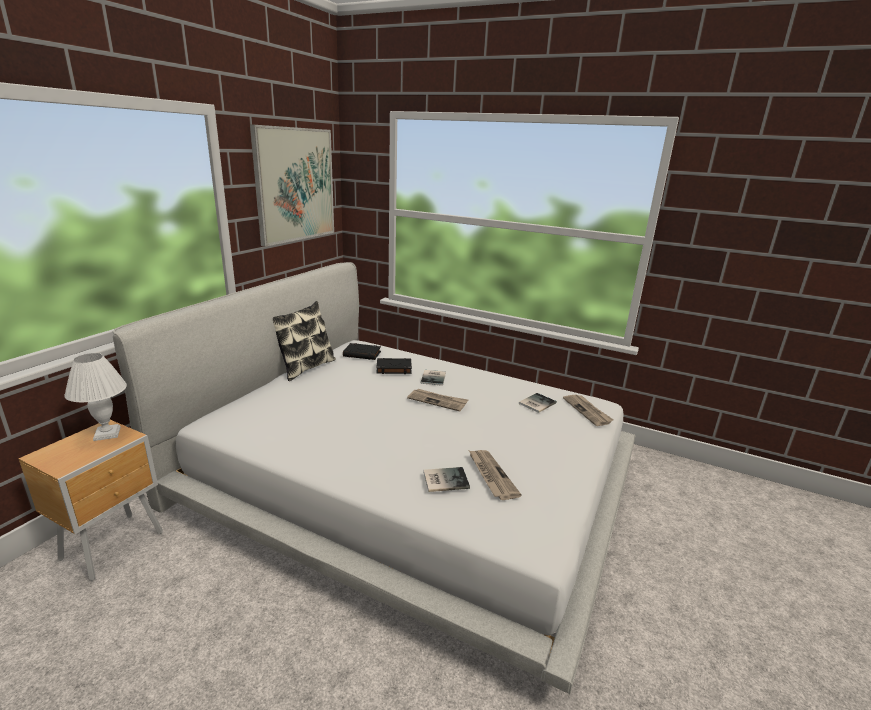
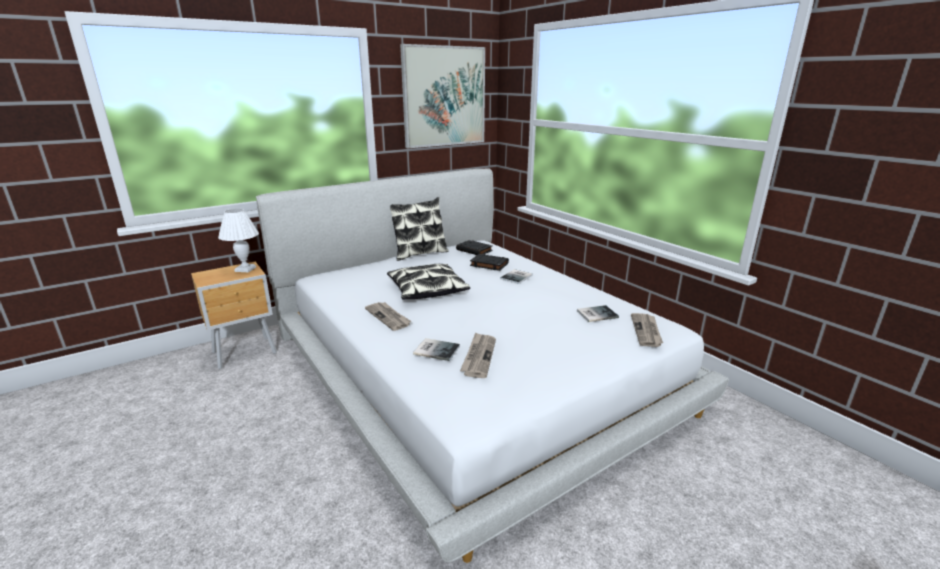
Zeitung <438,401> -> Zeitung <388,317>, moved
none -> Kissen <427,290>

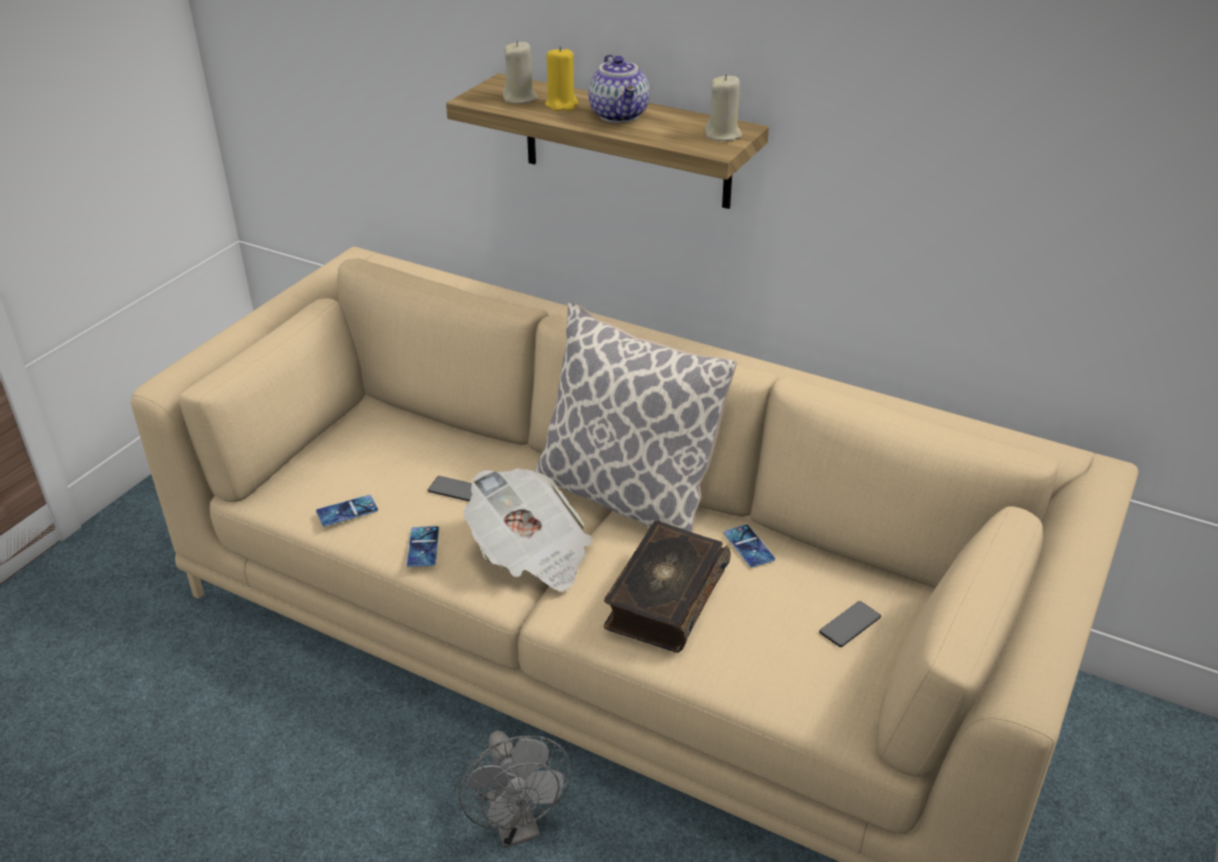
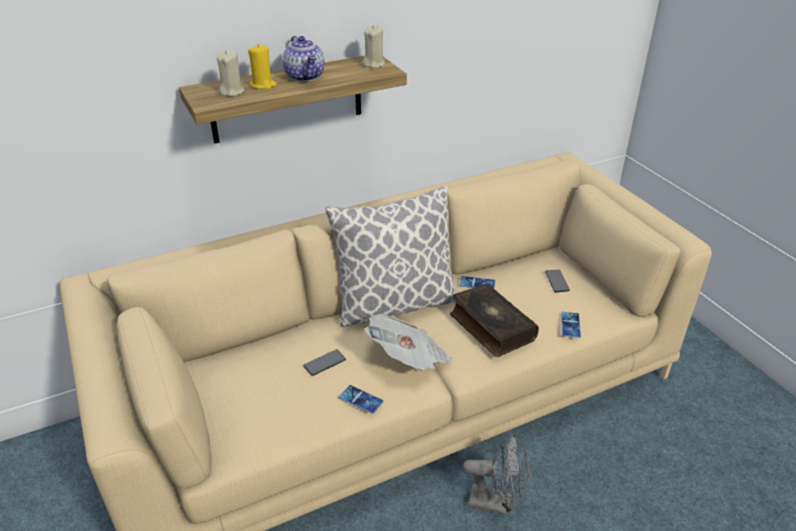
Teekanne <620,115> -> Teekanne <306,77>, 45 degrees clockwise
Handy <347,511> -> Handy <570,325>, moved

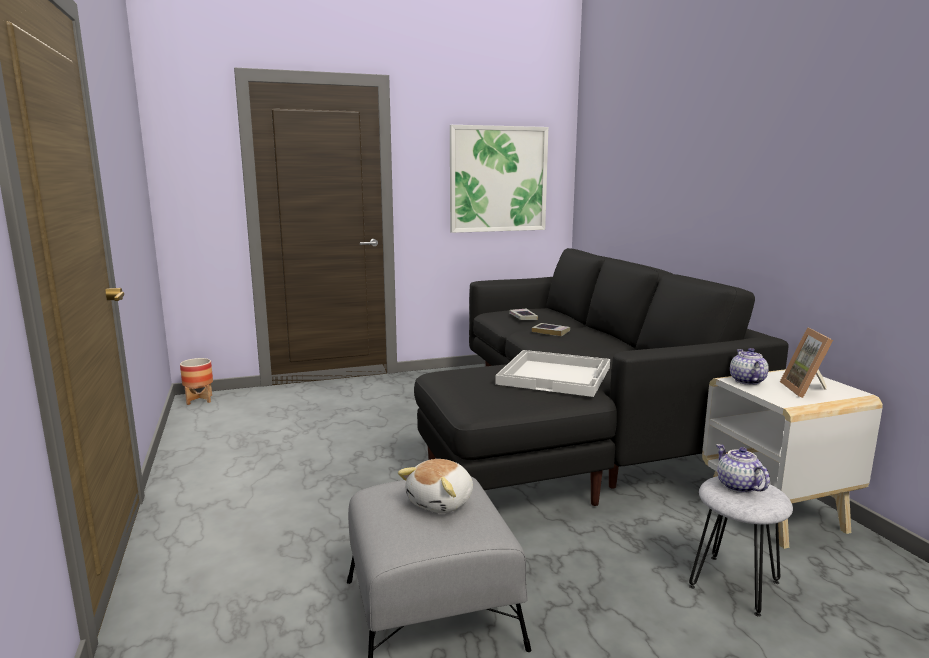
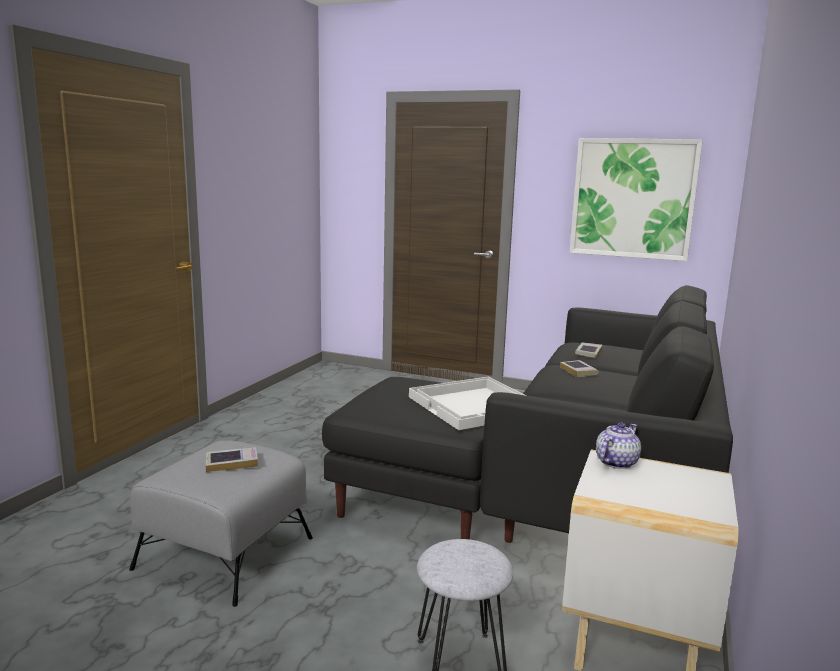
Plüschtier <442,502> -> Buch <232,463>
Pflanzkübel <199,400> -> none
Teekanne <737,486> -> none
Bilderrahmen <807,390> -> none

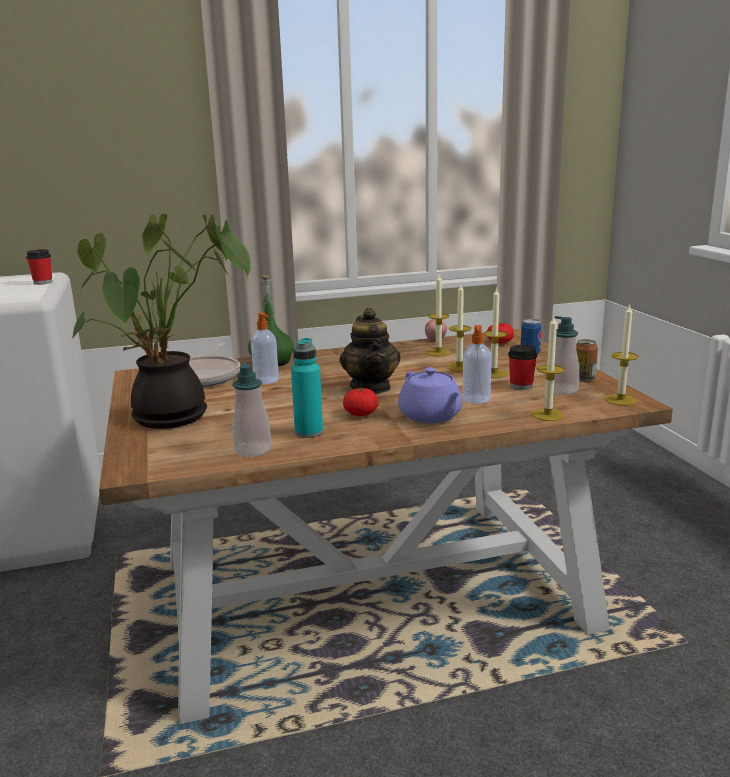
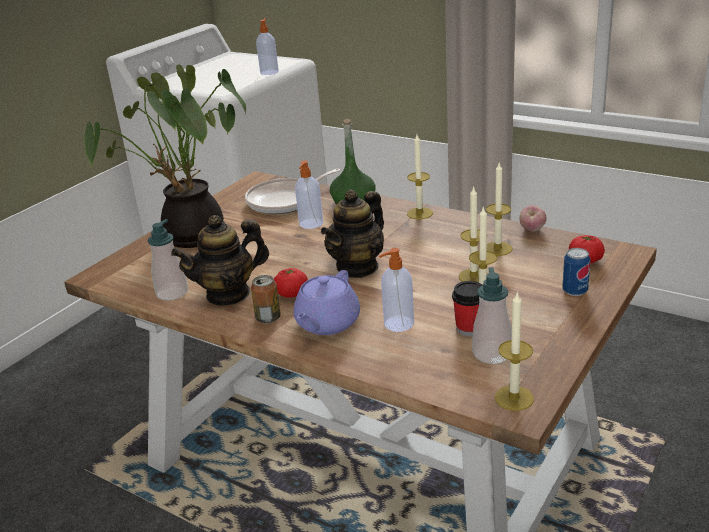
Flasche [türkis] <309,432> -> Teekanne <228,294>
Dose <584,378> -> Dose <268,318>, moved
Tasse <43,282> -> Seifenspender <269,72>
Kerze <548,415> -> Kerze <420,213>, moved

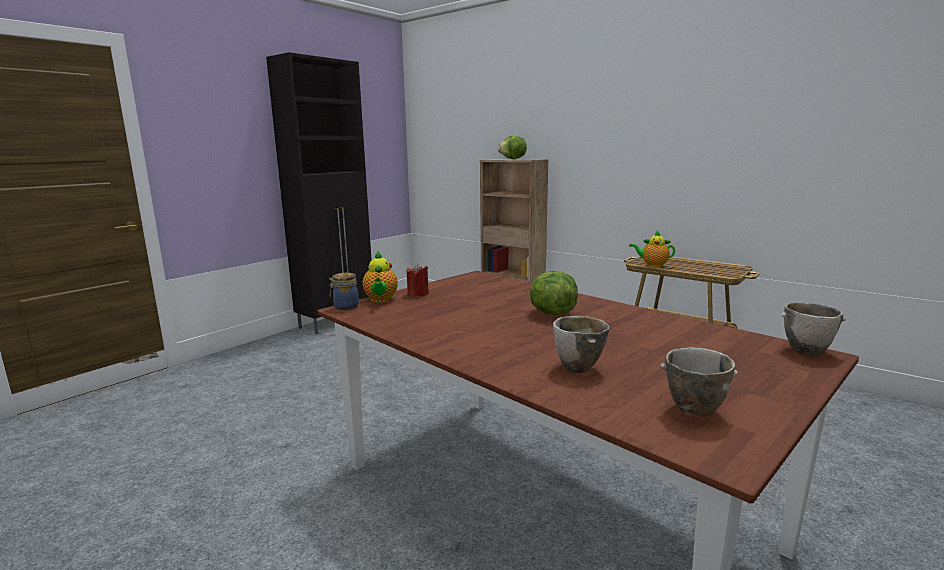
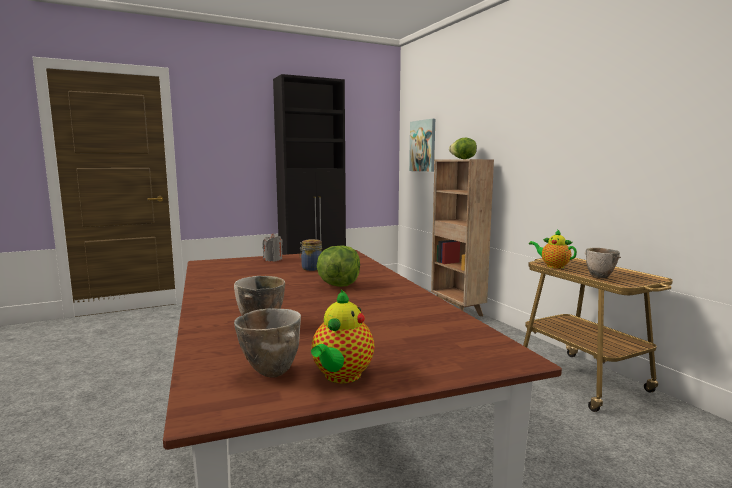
Kerze [rot] <418,294> -> Kerze [grau] <273,260>
Vorratsglas <345,307> -> Vorratsglas <311,268>, moved
Teekanne <381,300> -> Teekanne <341,376>, moved
none -> Bild <423,146>
Schüssel <808,351> -> Schüssel <601,277>, moved

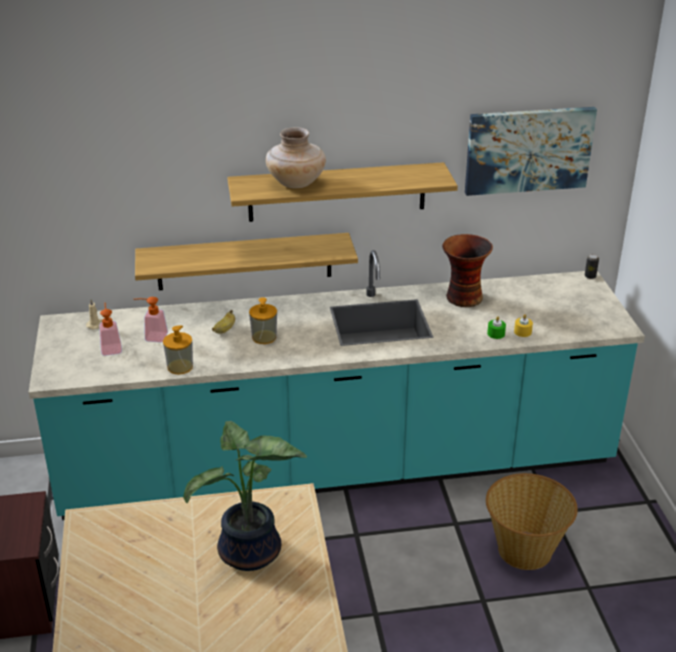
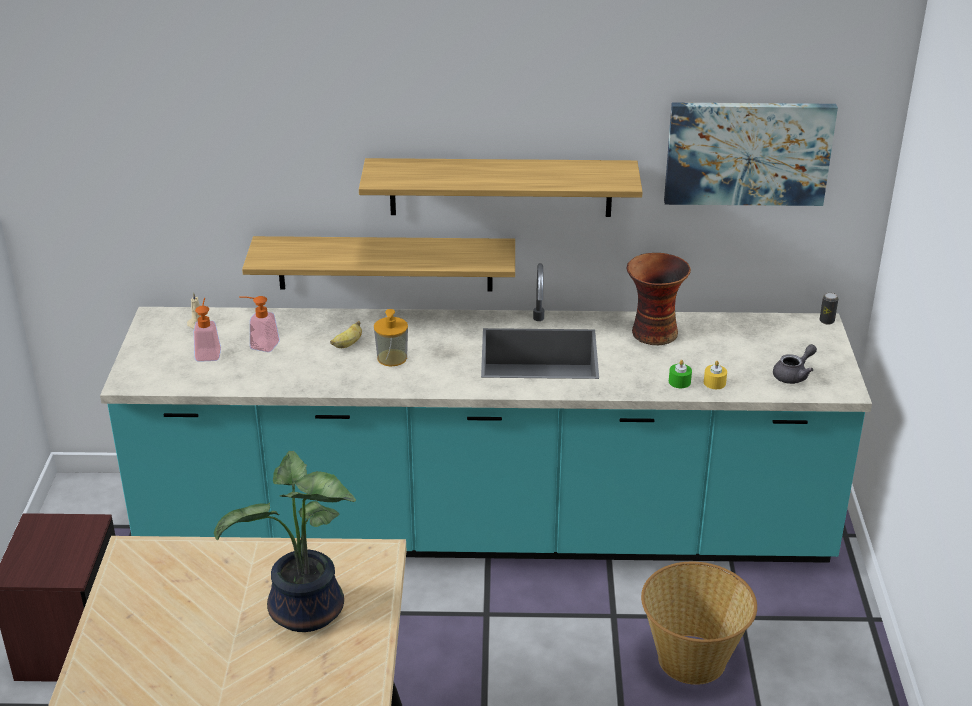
none -> Teekanne [grau] <793,375>
Seifenspender <180,367> -> none
Vase [beige] <296,183> -> none

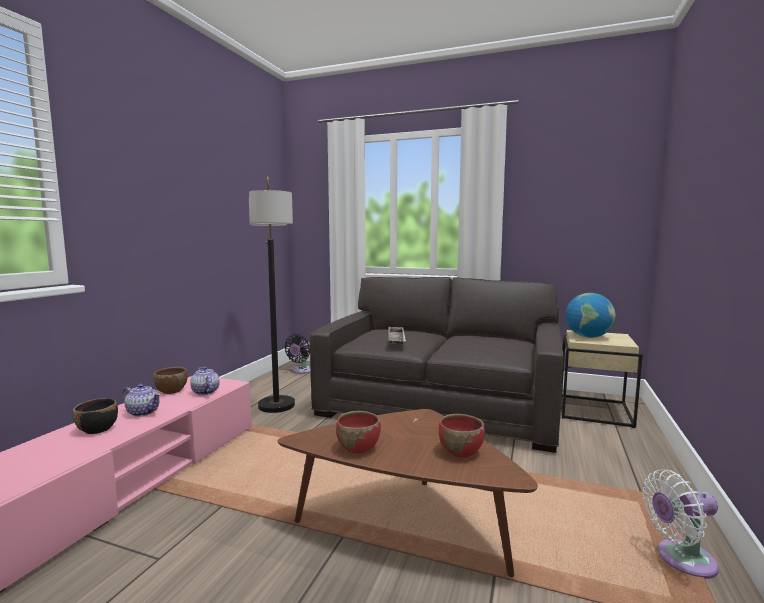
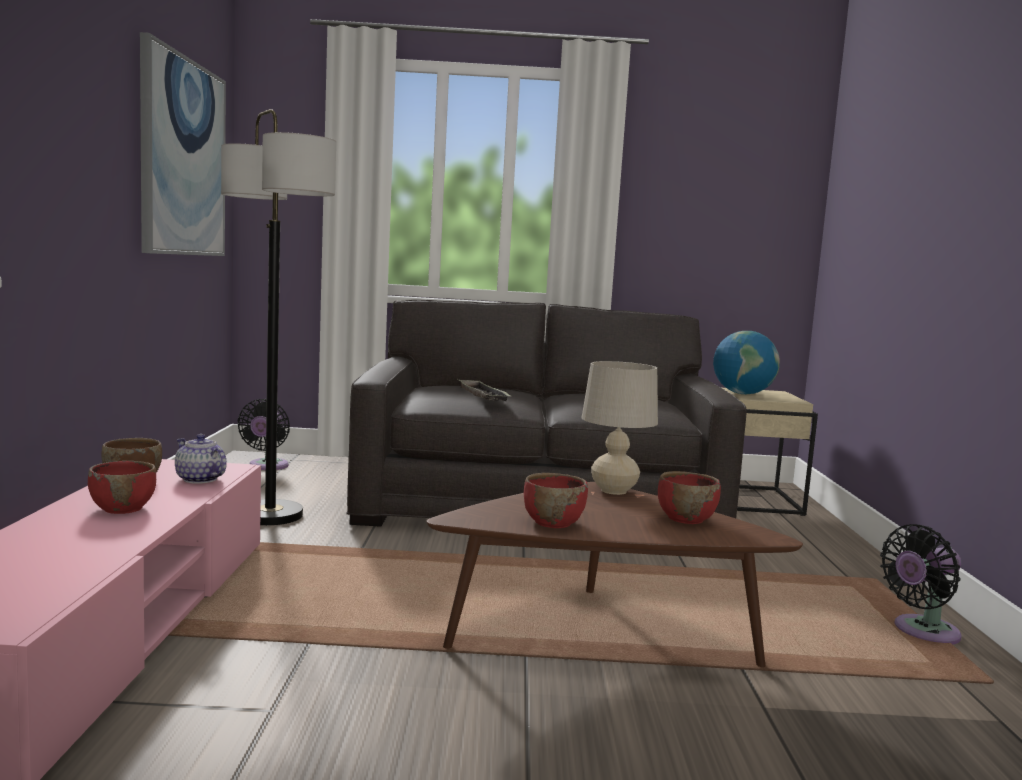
Teekanne <143,412> -> Schüssel [rot] <123,508>
none -> Bild <183,158>
none -> Tischlampe [beige] <614,491>
Ventilator [weiß] <680,560> -> Ventilator [schwarz] <921,632>
Schüssel [schwarz] <98,429> -> none

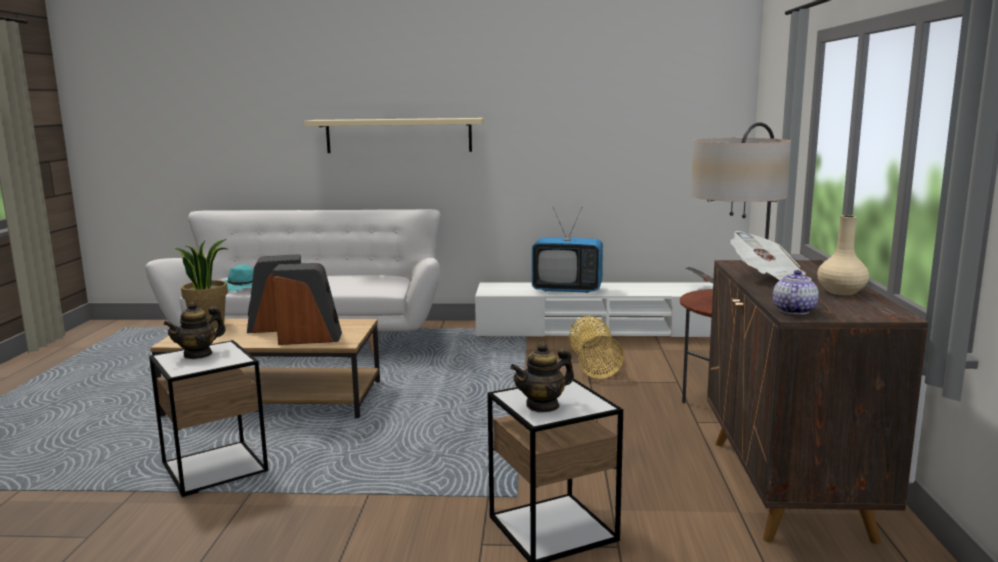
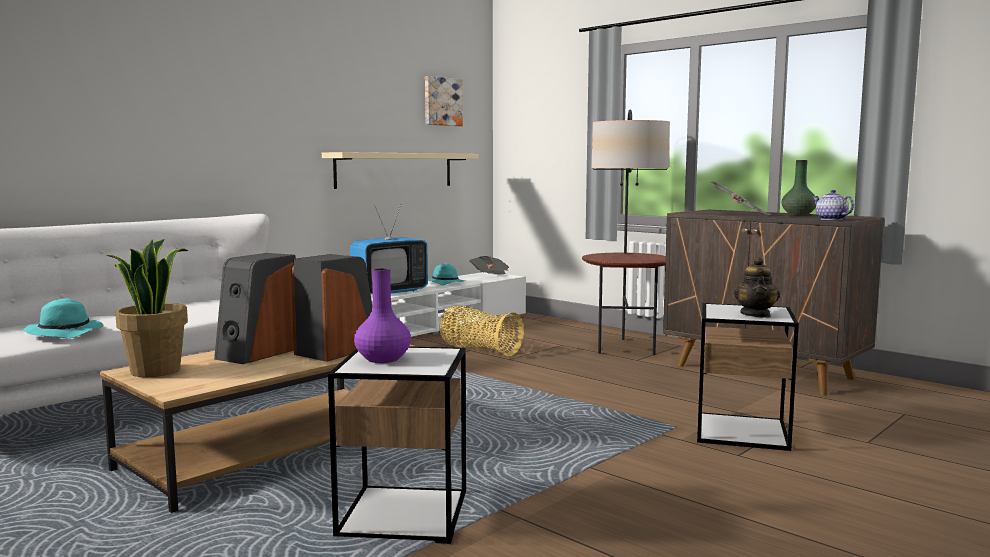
Wandregal [beige] <398,135> -> Wandregal [beige] <395,170>, moved
Teekanne <198,354> -> Vase [lila] <383,359>
none -> Bild <442,101>
none -> Hut [türkis] <444,284>
Vase [beige] <841,292> -> Vase [grün] <798,214>

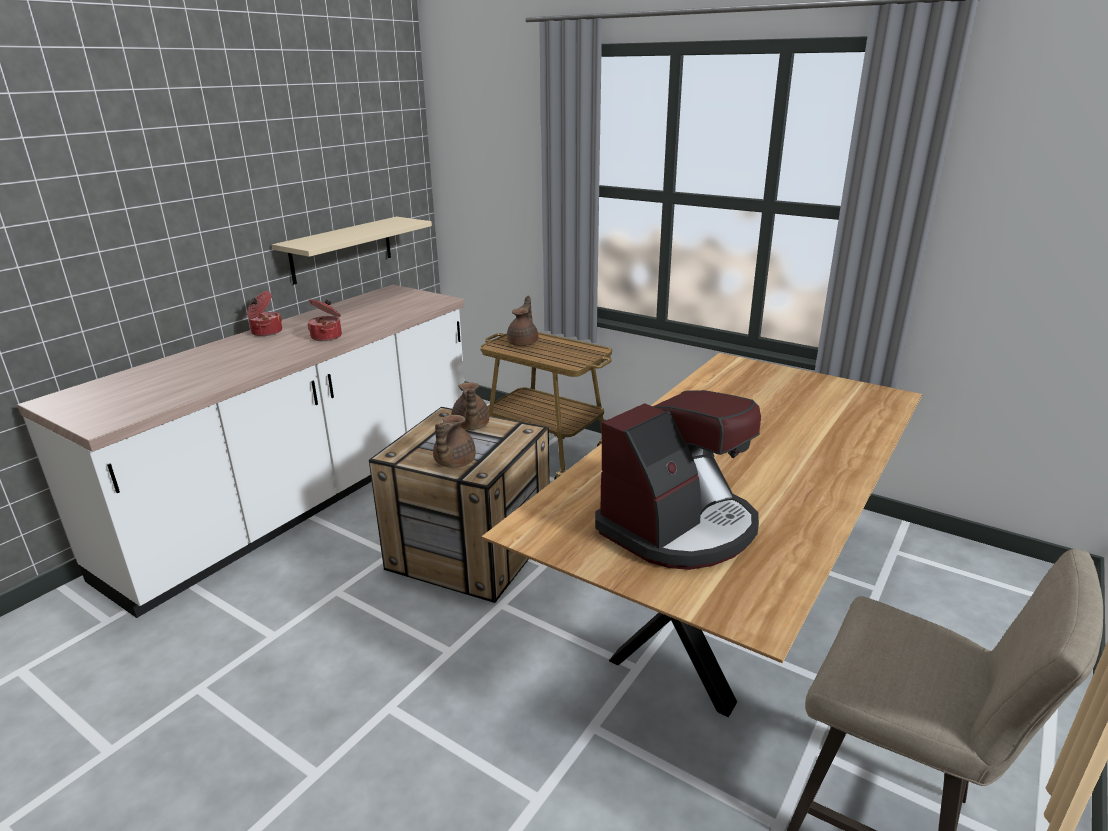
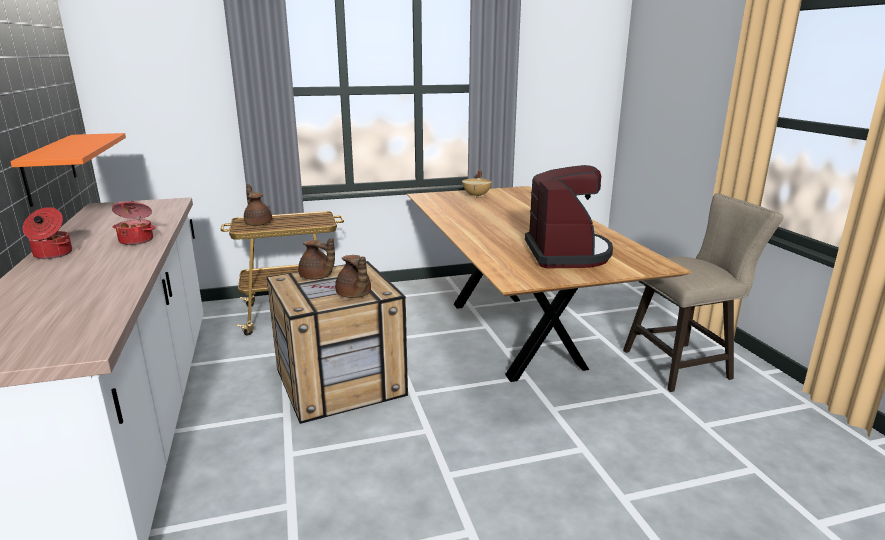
Wandregal [beige] <342,249> -> Wandregal [orange] <49,168>
none -> Kochtopf [beige] <477,196>

